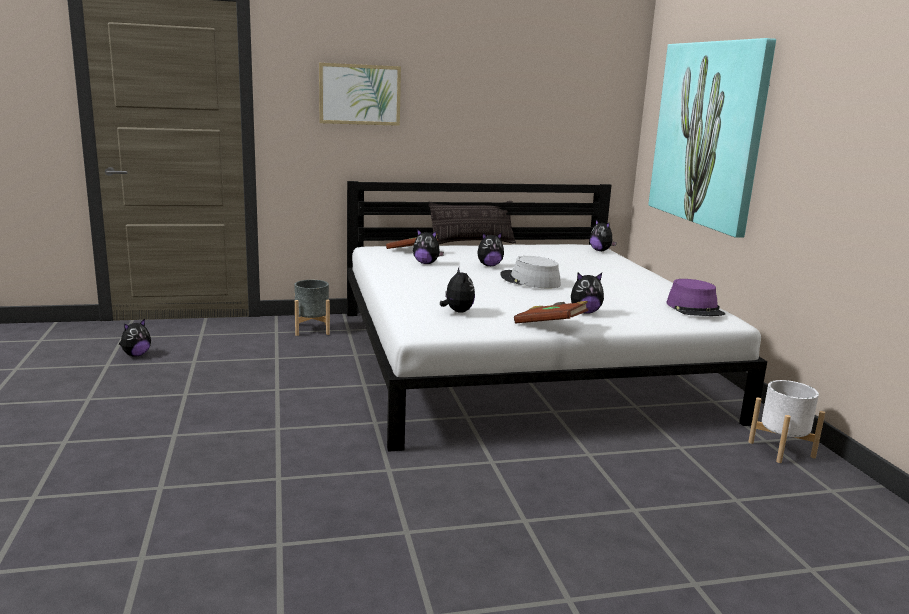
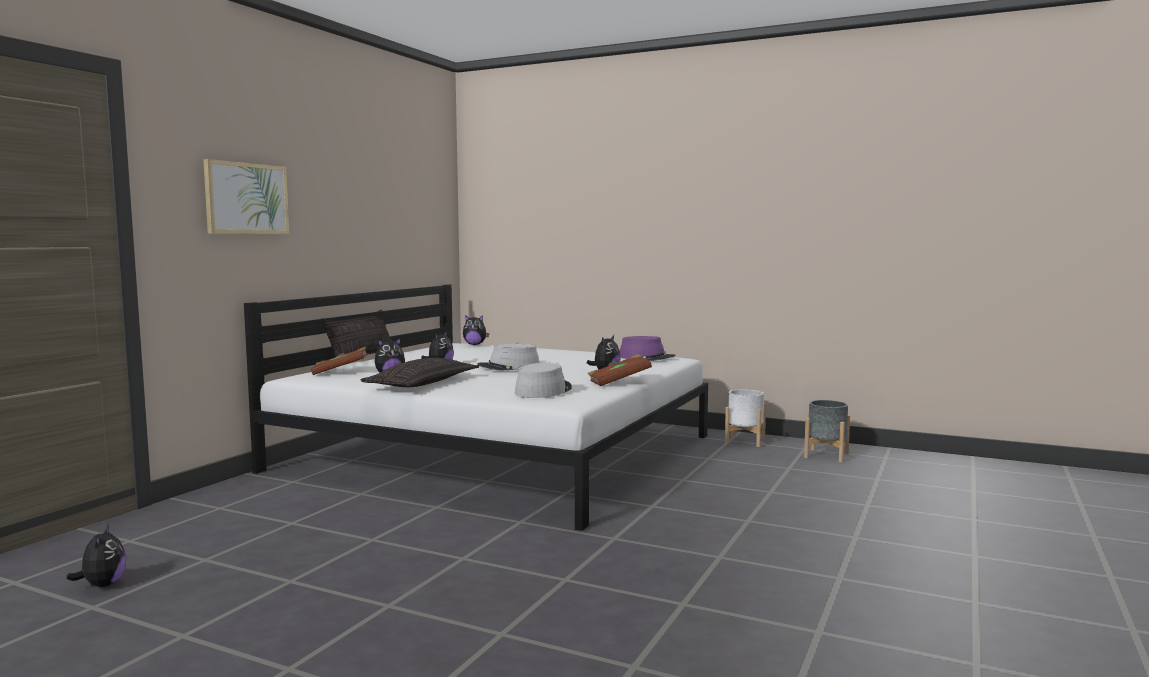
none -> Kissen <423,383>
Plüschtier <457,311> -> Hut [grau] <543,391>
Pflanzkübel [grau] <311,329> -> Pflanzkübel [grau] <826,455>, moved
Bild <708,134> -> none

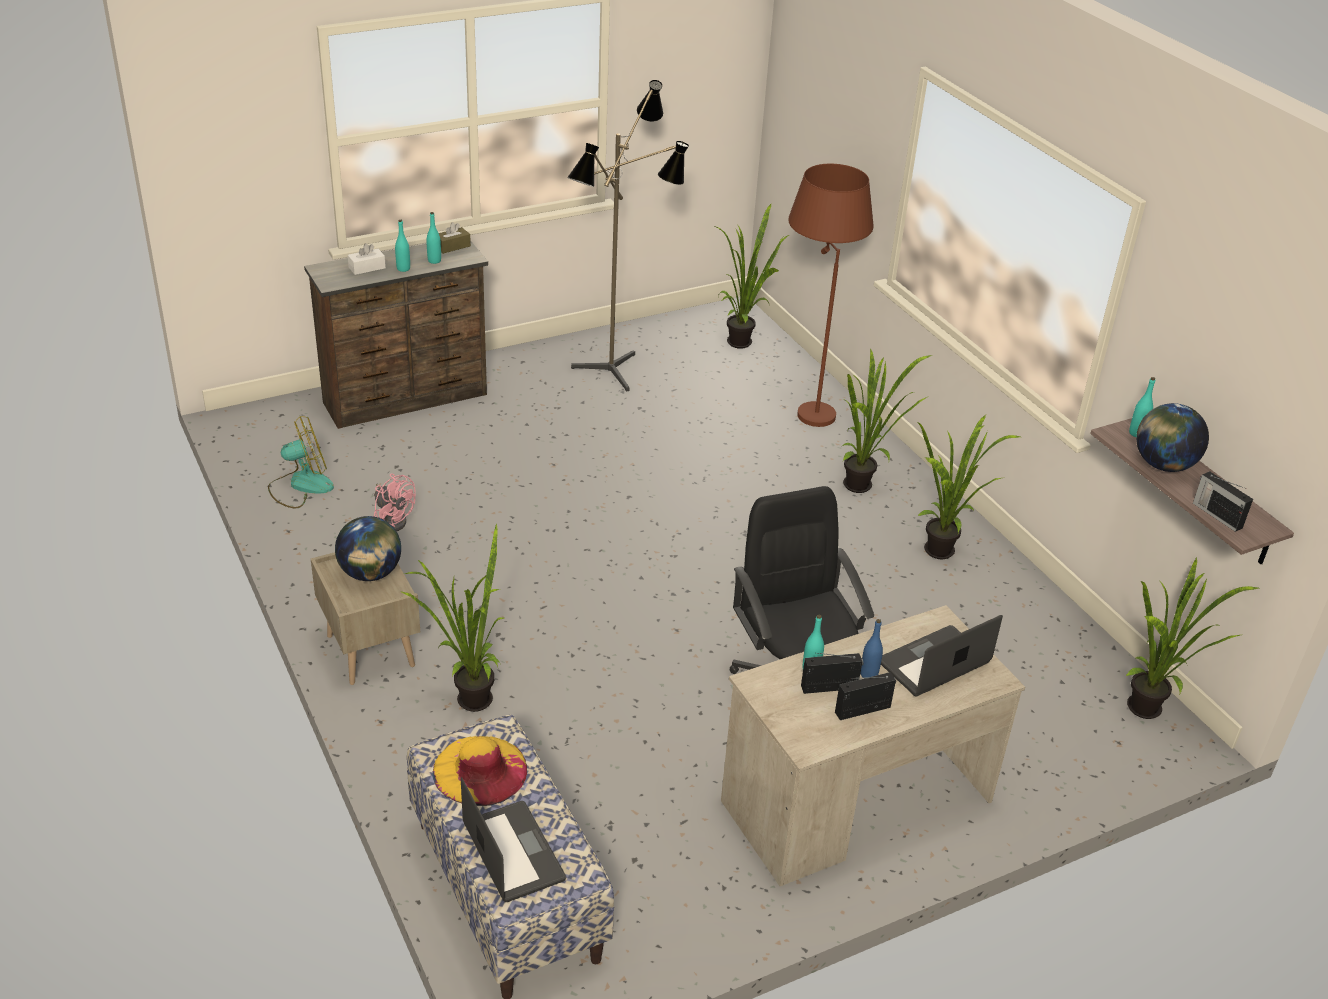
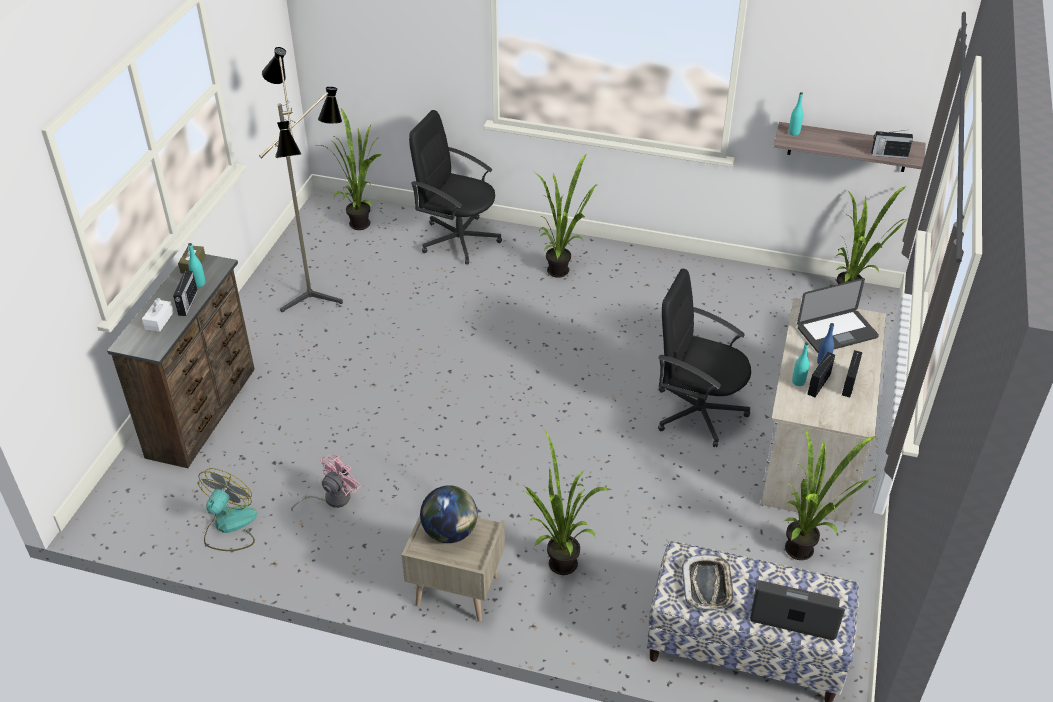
Flasche [türkis] <403,269> -> Radio <187,303>
Ventilator [rosa] <393,519> -> Ventilator [rosa] <331,499>, 45 degrees counterclockwise
Stehlampe [braun] <807,404> -> Bürostuhl [schwarz] <458,239>
Hut [gelb] <480,770> -> Tablett <707,586>
Topfpflanze <943,555> -> Topfpflanze <806,551>, moved
Laptop <934,663> -> Laptop <837,333>, 120 degrees counterclockwise
Globus <1163,465> -> none

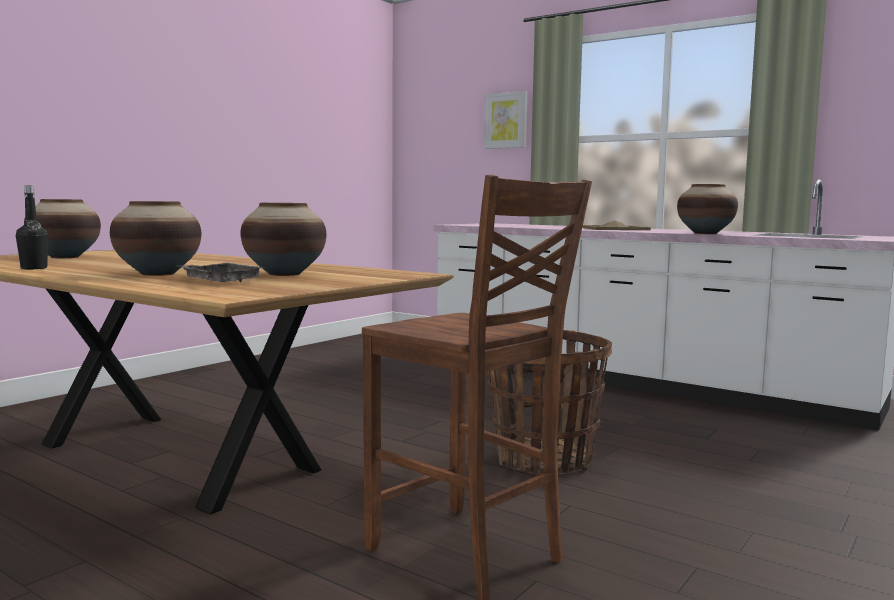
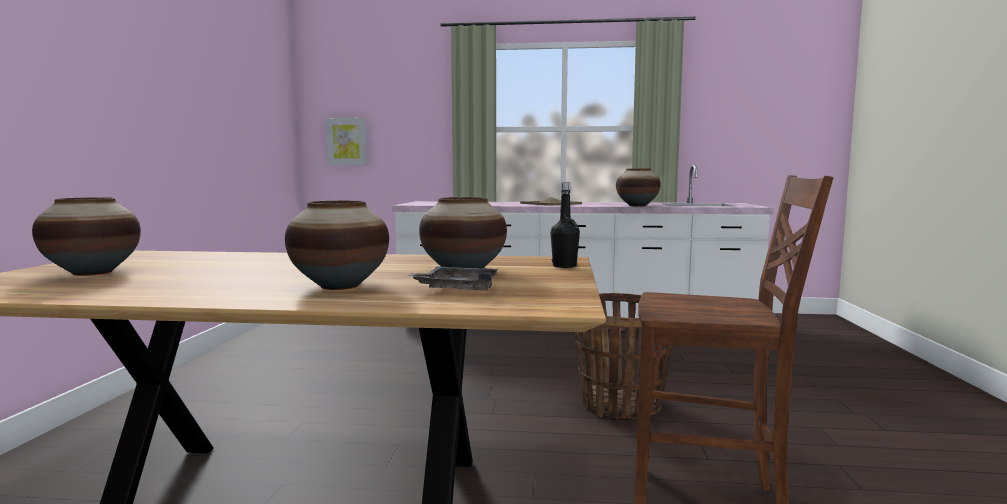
Bild <506,120> -> Bild <347,141>, moved
Flasche [schwarz] <34,268> -> Flasche [schwarz] <564,266>, moved

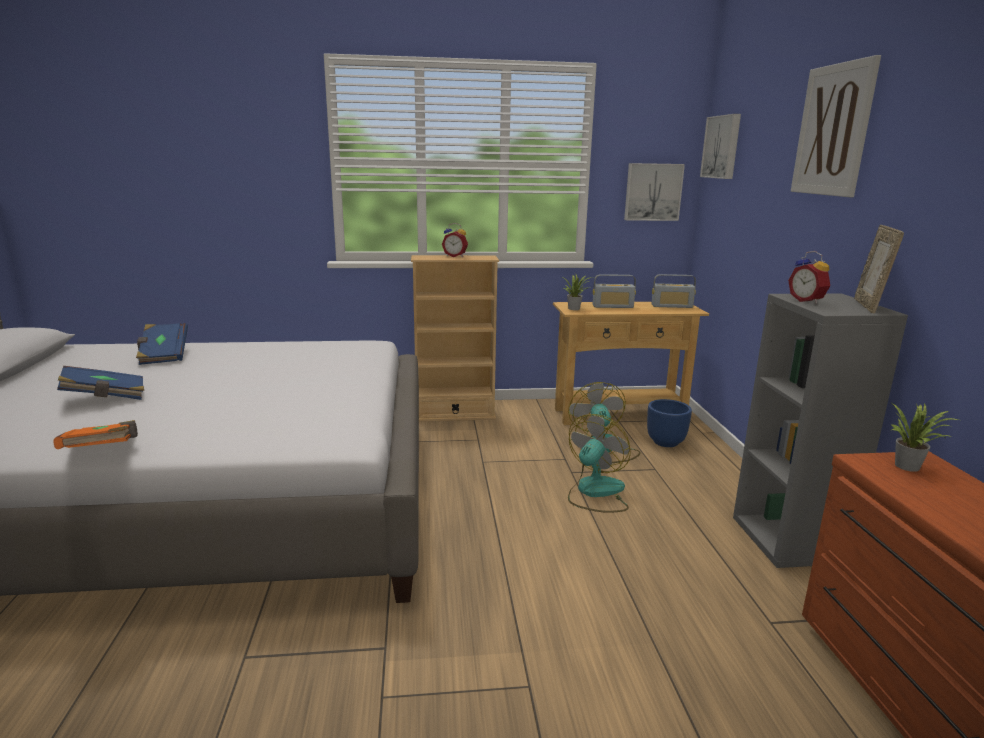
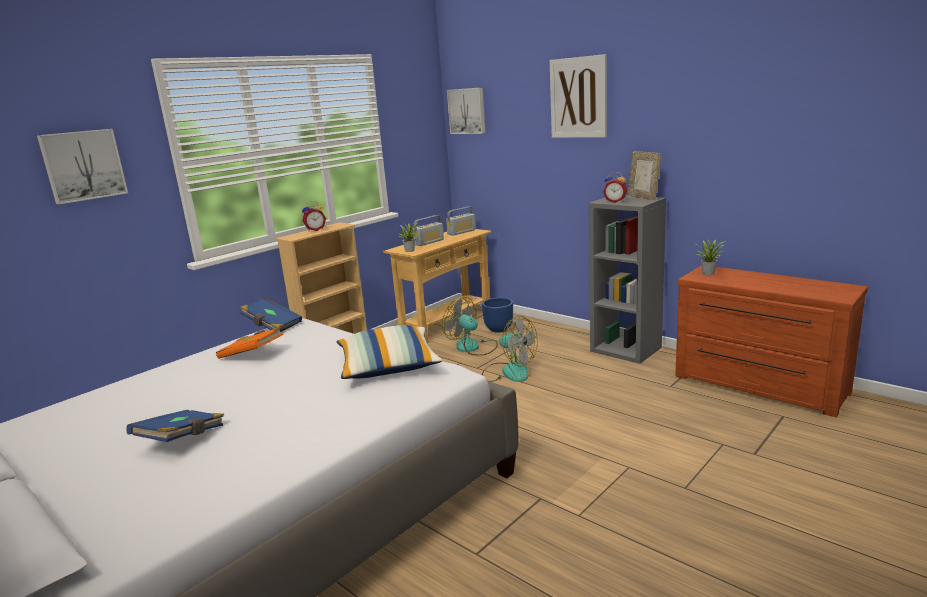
Bild <652,192> -> Bild <83,165>, moved
Buch [orange] <104,452> -> Buch [orange] <252,354>, moved
Buch [blau] <163,355> -> Buch [blau] <272,325>, moved
none -> Kissen <388,367>
Ventilator <595,493> -> Ventilator <508,372>, 135 degrees clockwise

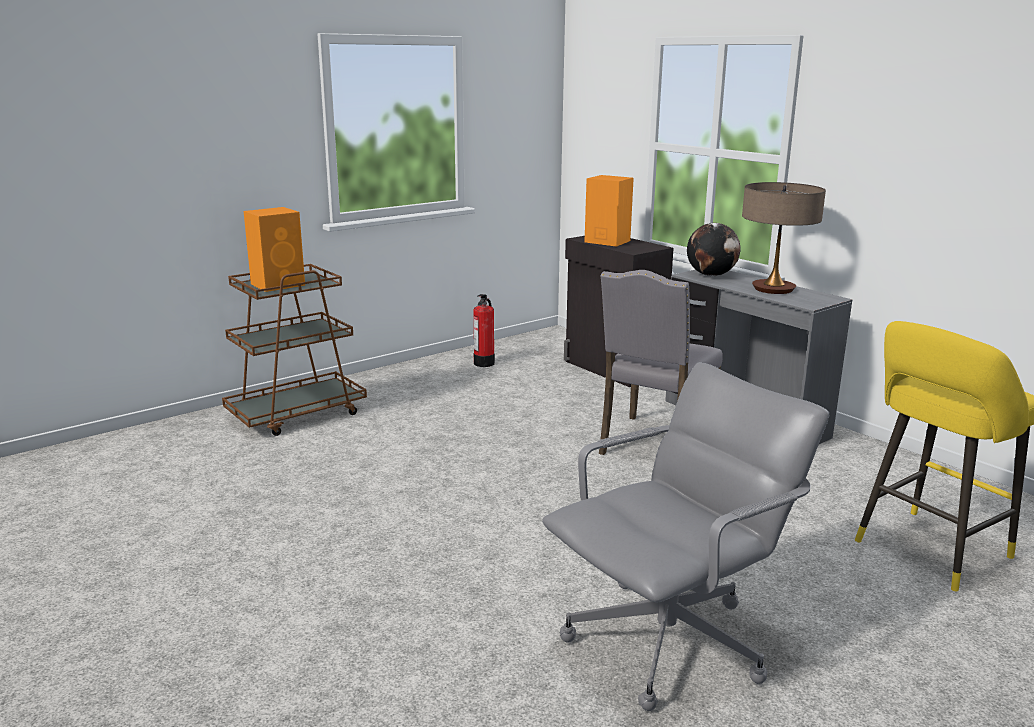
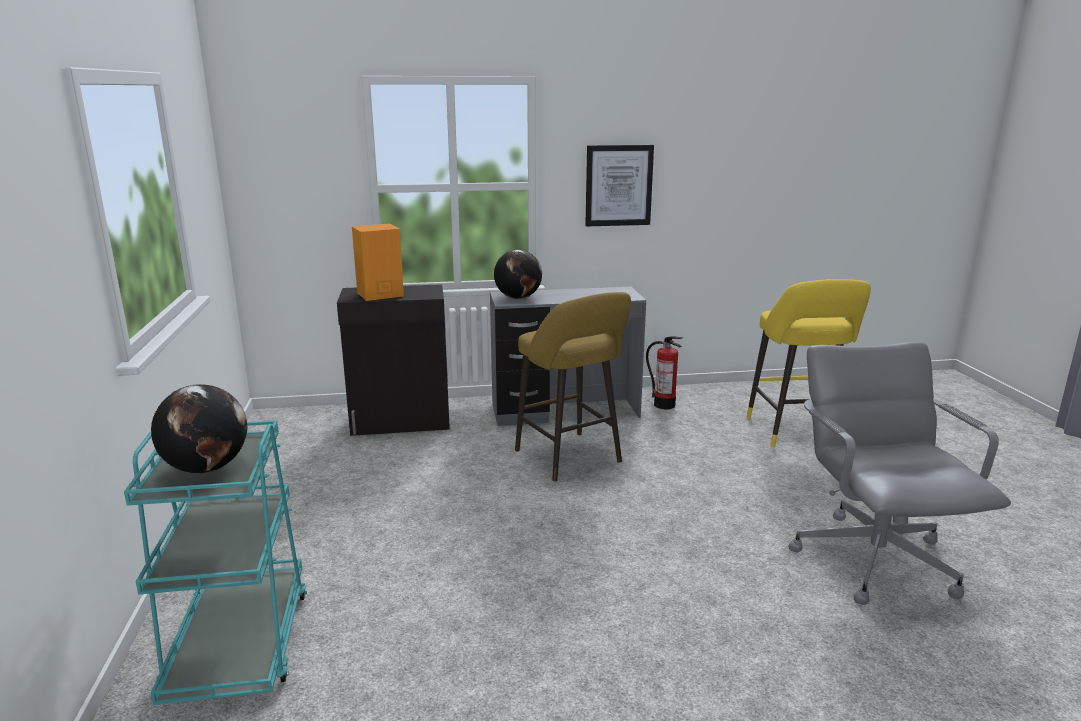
Rollwagen [braun] <297,414> -> Rollwagen [türkis] <240,645>
Lautsprecher [orange] <279,284> -> Globus <206,468>
Stuhl [grau] <653,444> -> Hocker [gelb] <571,458>
none -> Bild <618,185>
Feuerlöscher <484,363> -> Feuerlöscher <664,405>, moved
Tischlampe <773,289> -> none

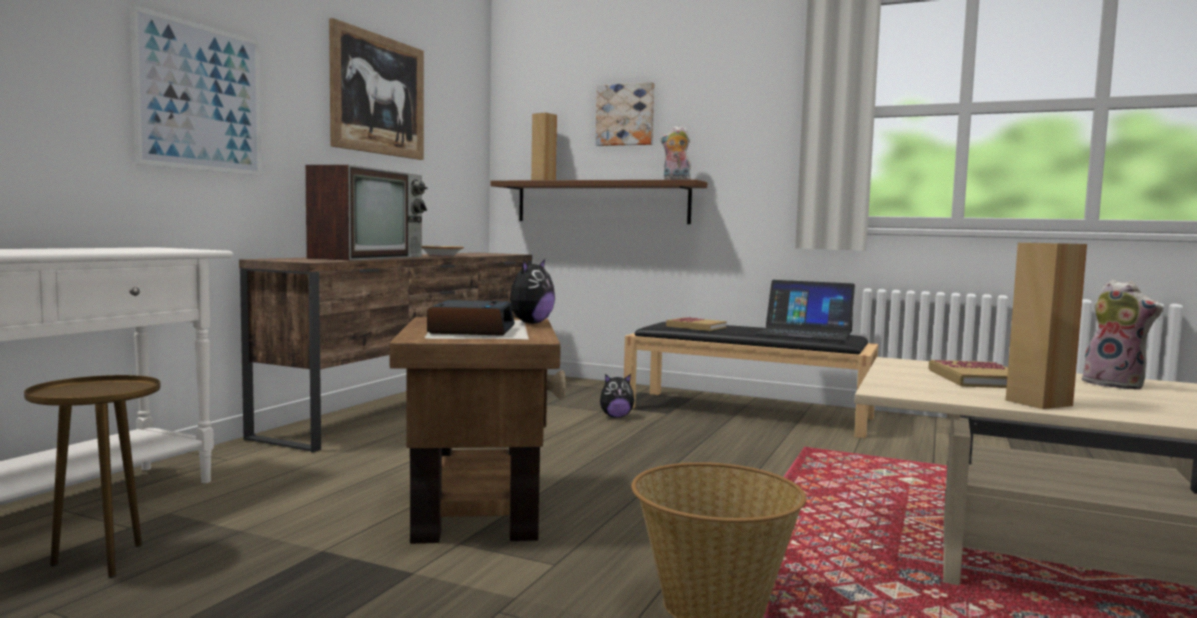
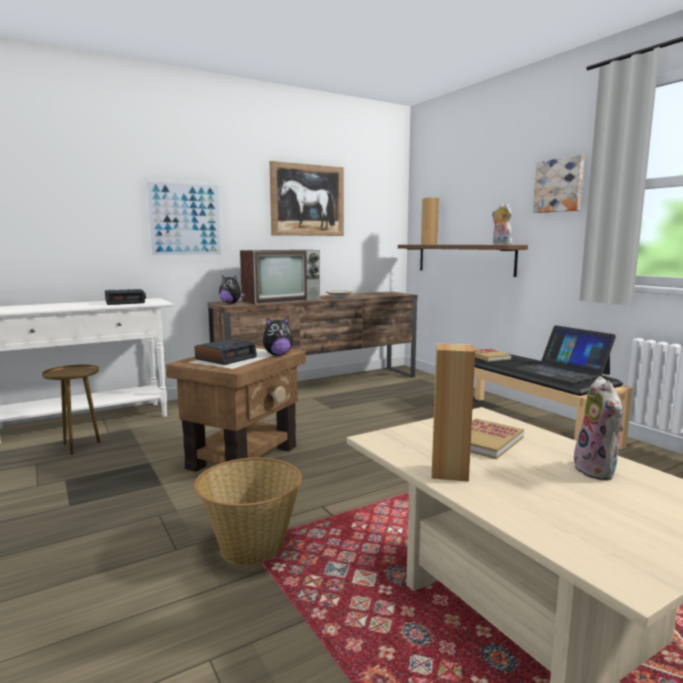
none -> Wecker <125,302>
Plüschtier <616,416> -> Plüschtier <231,303>, moved
Bild <625,115> -> Bild <559,185>, moved

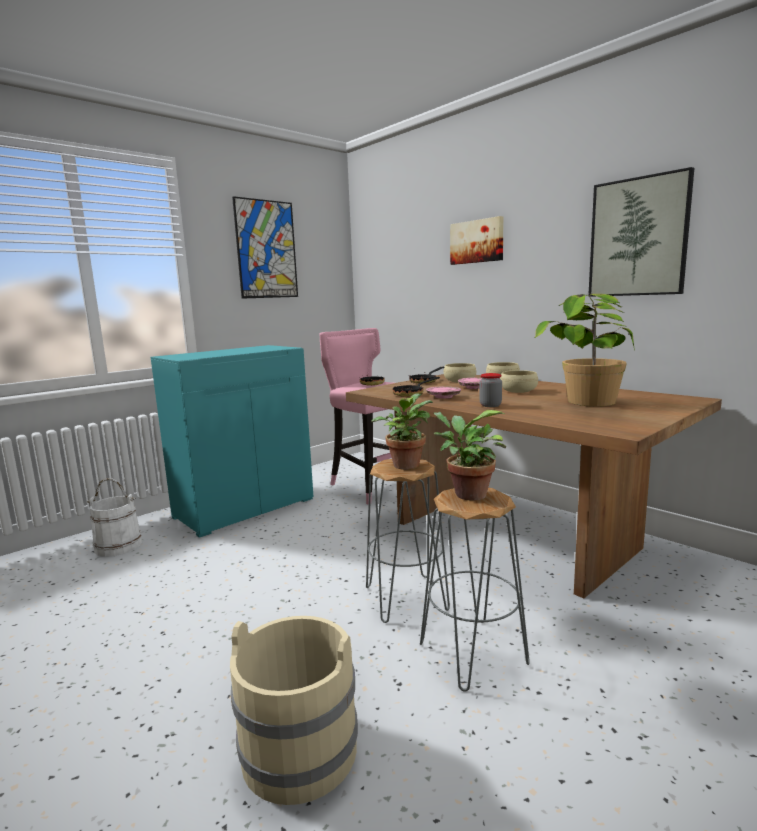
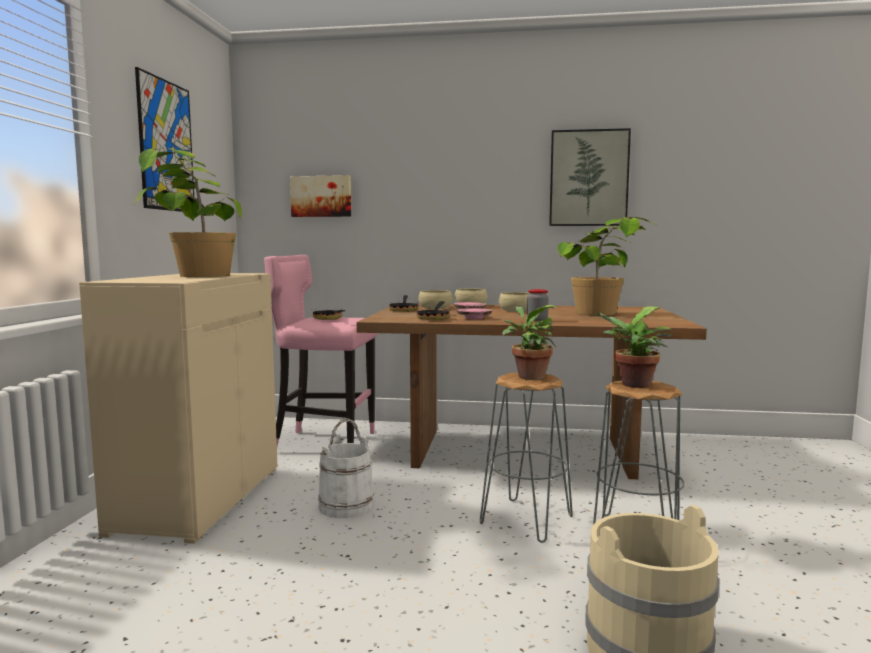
Schrank [türkis] <245,507> -> Schrank [beige] <198,498>
none -> Topfpflanze <192,277>
Bild <477,241> -> Bild <321,196>, moved
Eimer [weiß] <118,545> -> Eimer [weiß] <346,506>, moved

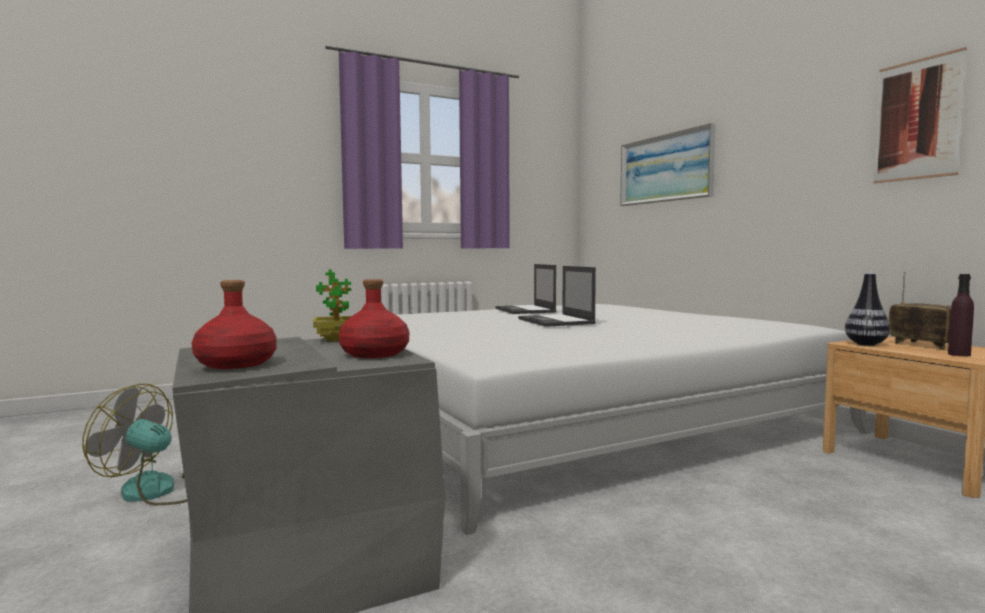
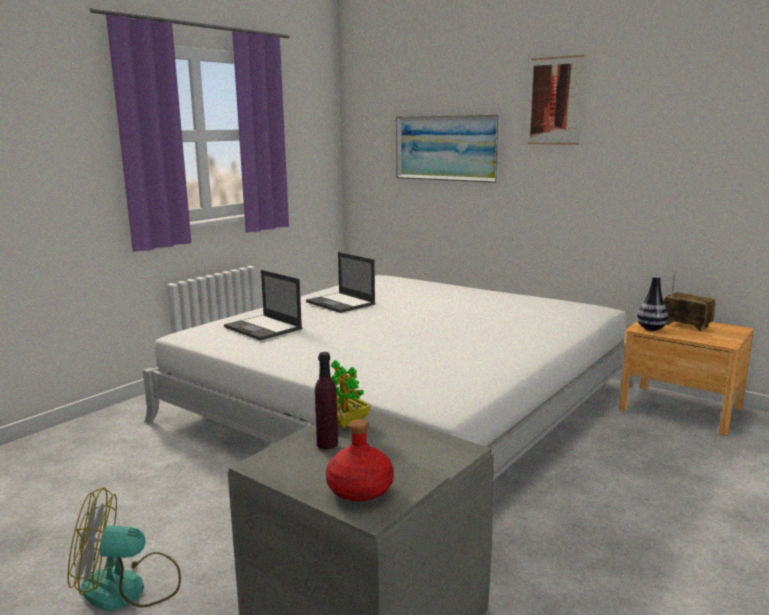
Laptop <556,321> -> Laptop <264,328>, moved
Flasche [lila] <959,354> -> Flasche [lila] <327,444>, moved
Bild <917,119> -> Bild <555,101>, moved
Flasche [rot] <375,354> -> none

